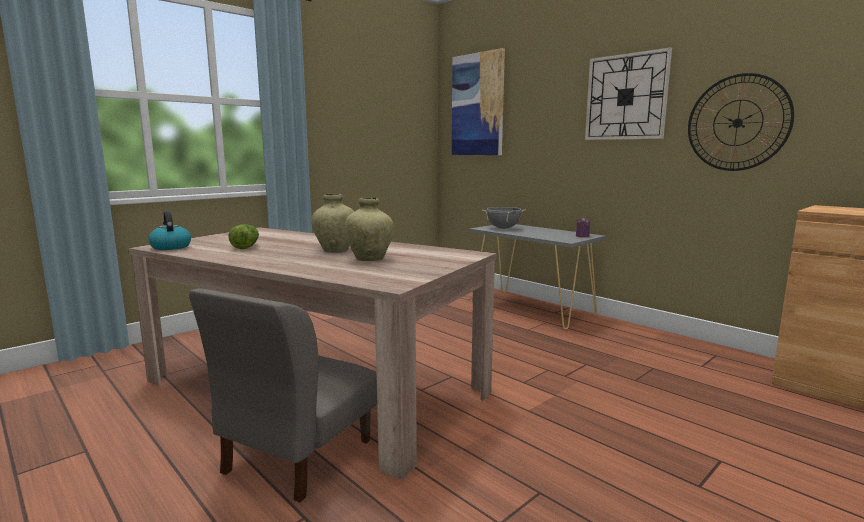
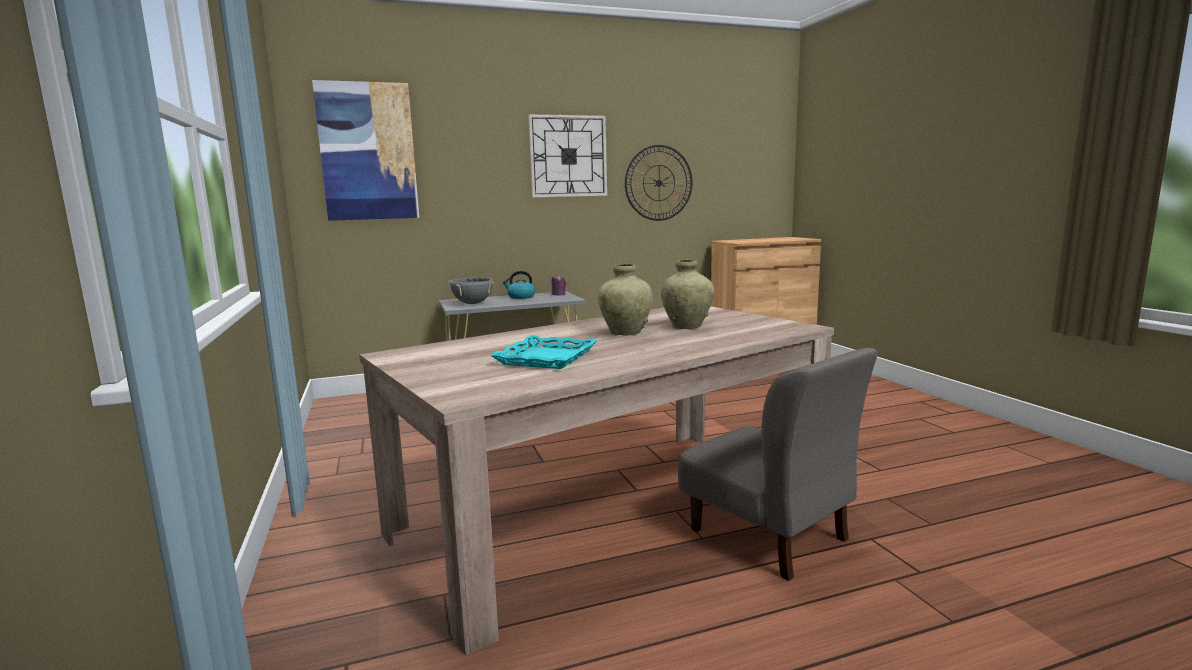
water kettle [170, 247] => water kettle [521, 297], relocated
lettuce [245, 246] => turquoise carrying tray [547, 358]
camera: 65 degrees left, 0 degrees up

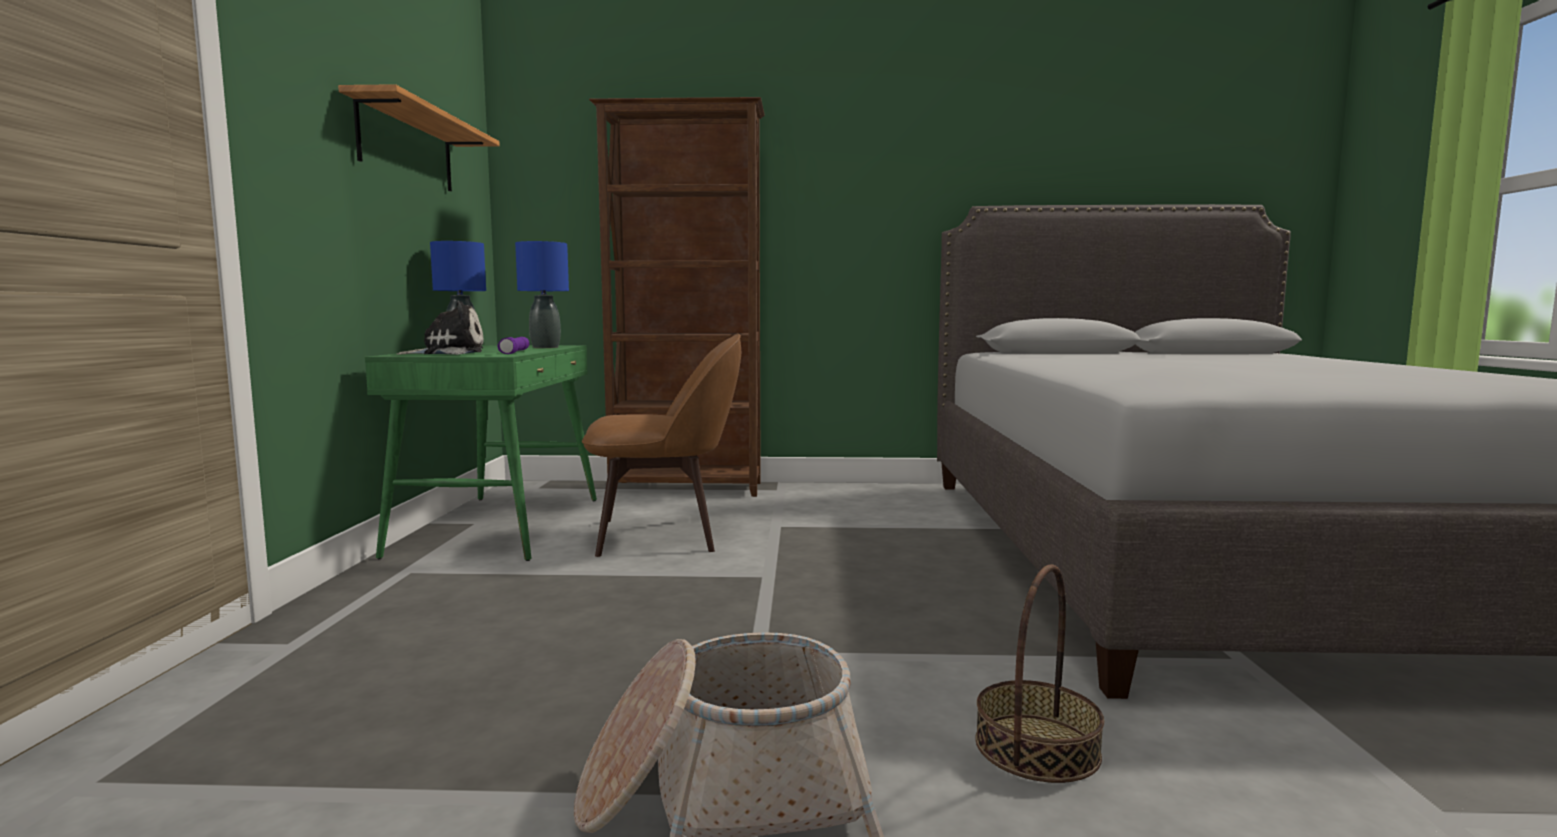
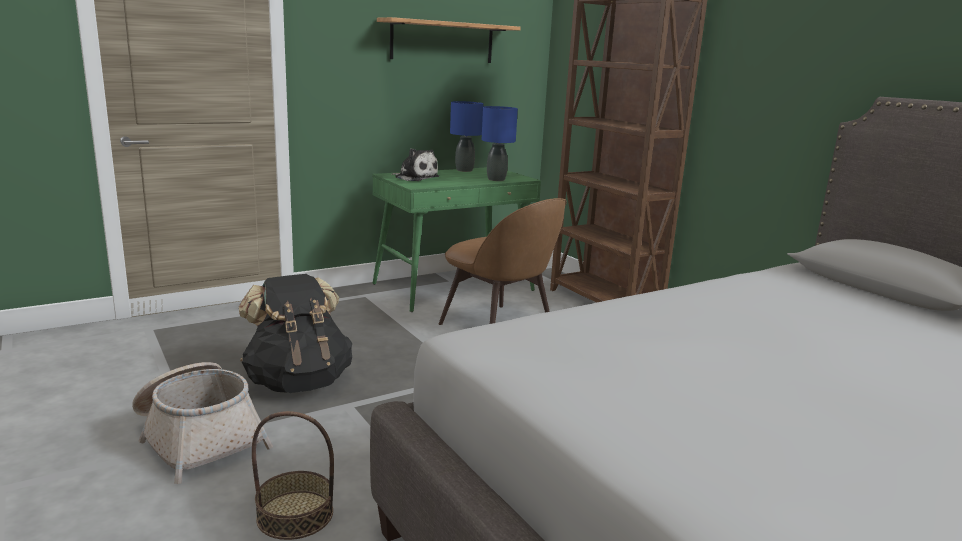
purplish flashlight [515, 352] => nothing
nothing => black-coloured backpack [298, 382]
camera: 55 degrees right, 10 degrees up

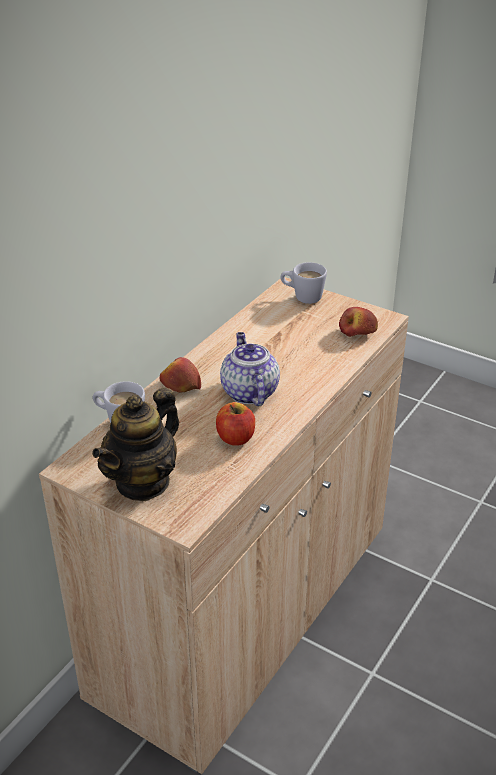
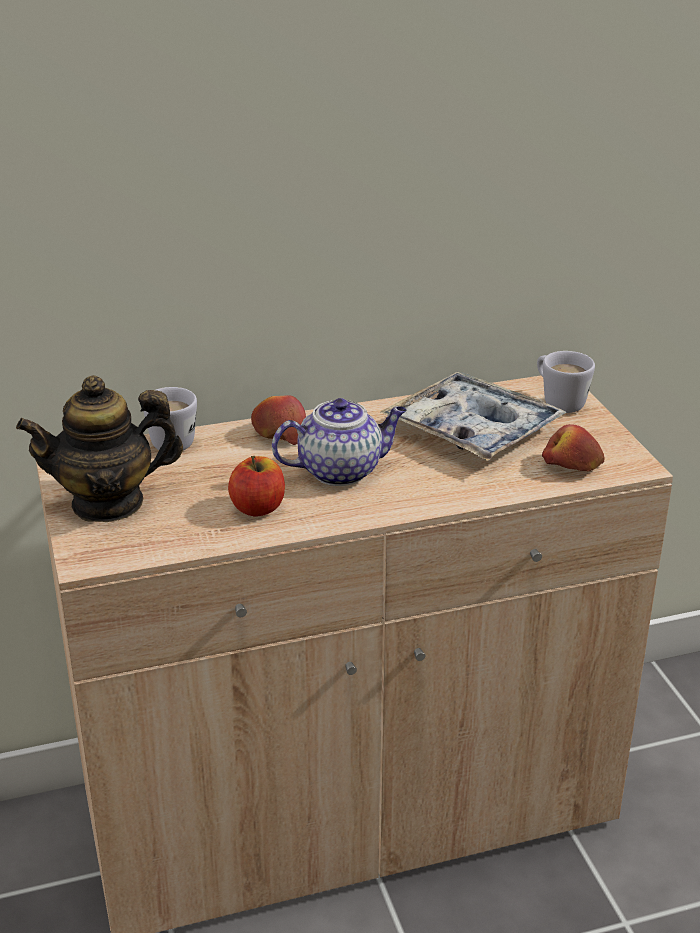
tea pot [248, 392] => tea pot [341, 470], 45 degrees clockwise
nothing => carrying tray [472, 430]
camera: 40 degrees right, 5 degrees down

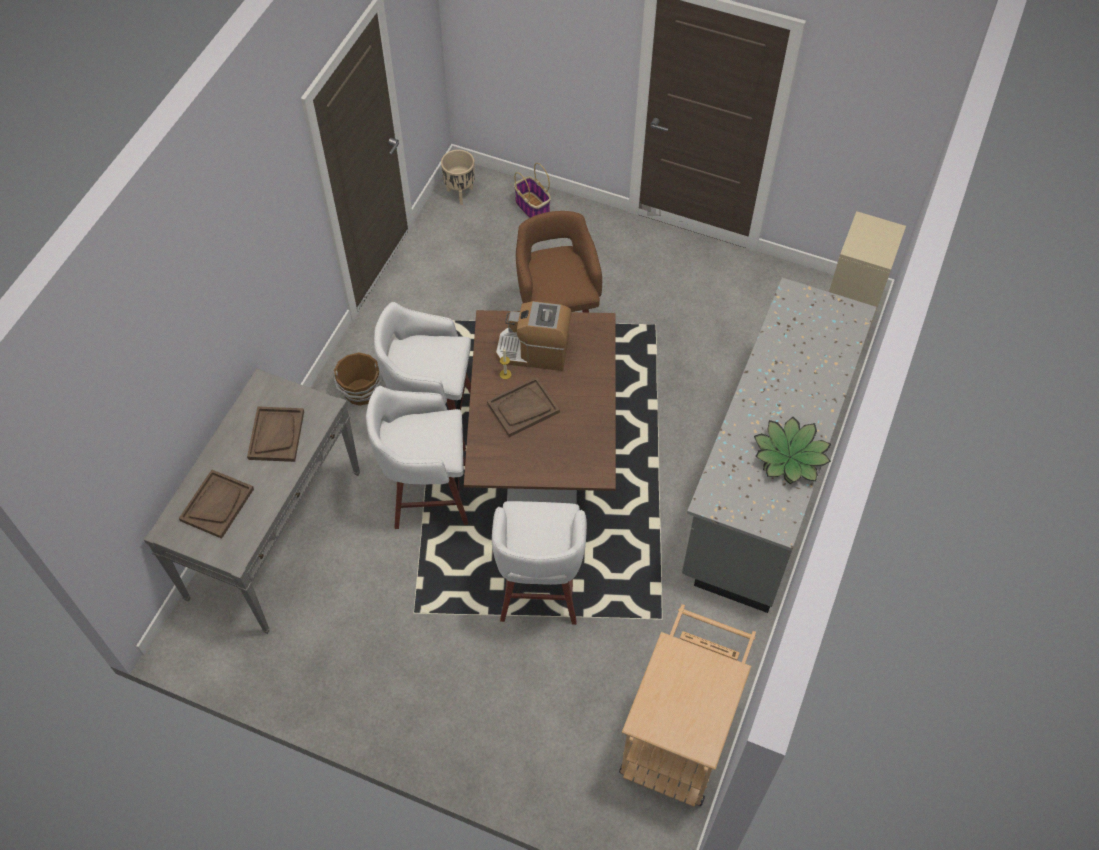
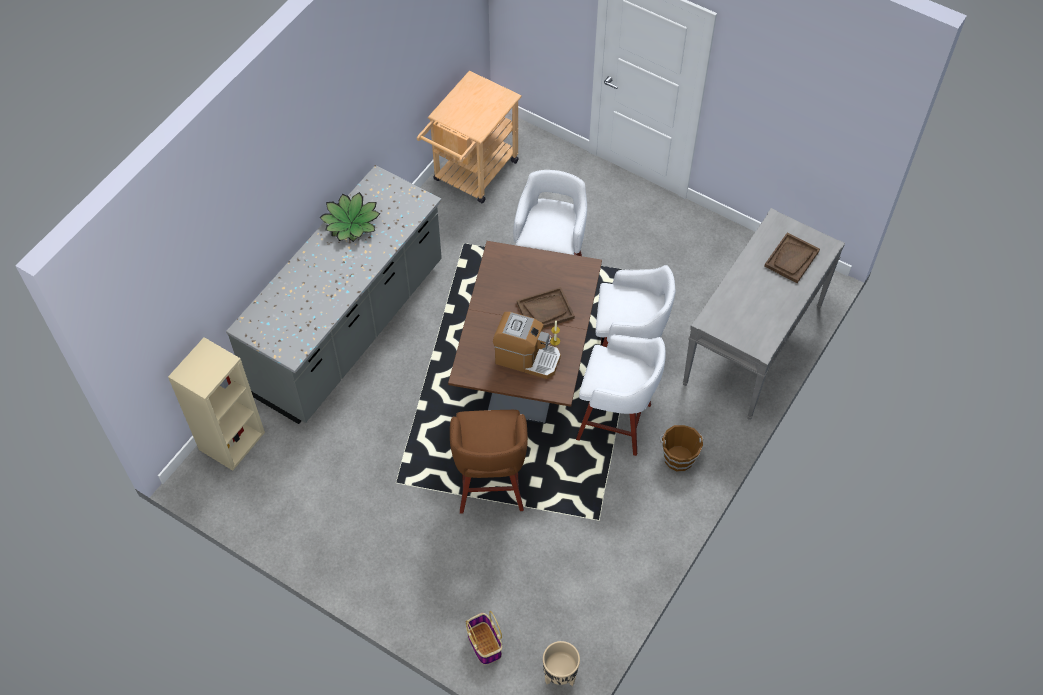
brown-coloured carrying tray [276, 435] => nothing
camera: 170 degrees left, 0 degrees up

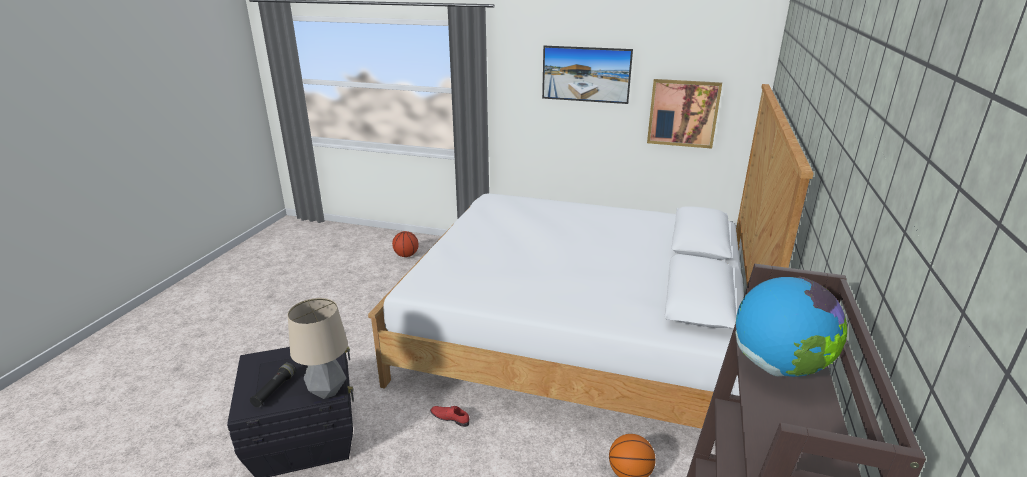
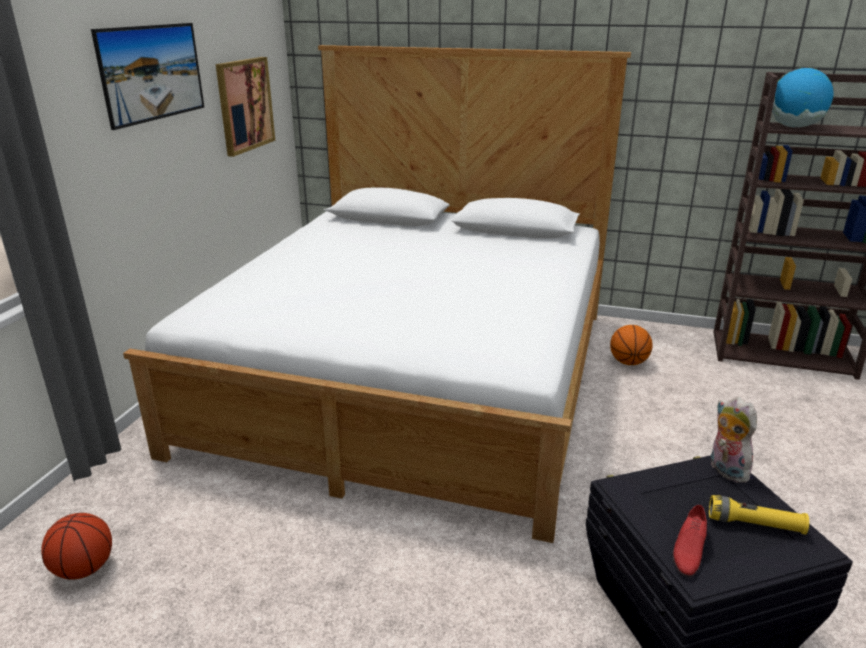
black-coloured flashlight [274, 390] => yellowish flashlight [755, 524]
table lamp [327, 391] => cuddly toy [725, 470]
red low shoe [450, 417] => red low shoe [688, 549], relocated
camera: 90 degrees left, 0 degrees up

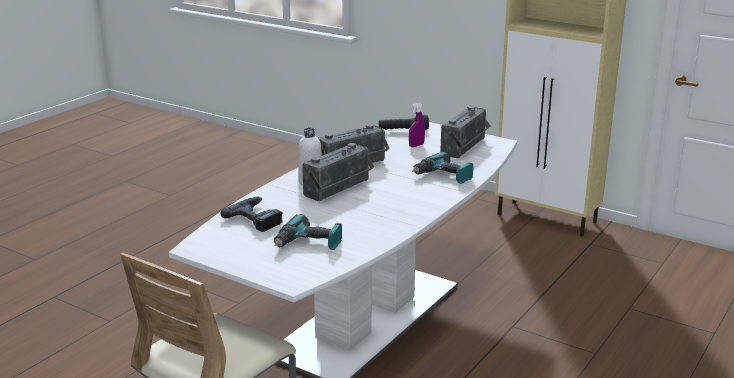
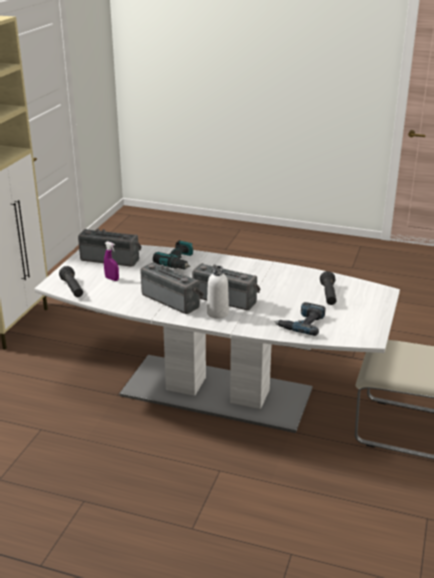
drill [308, 244] => black-coloured flashlight [328, 295]
camera: 105 degrees left, 5 degrees up

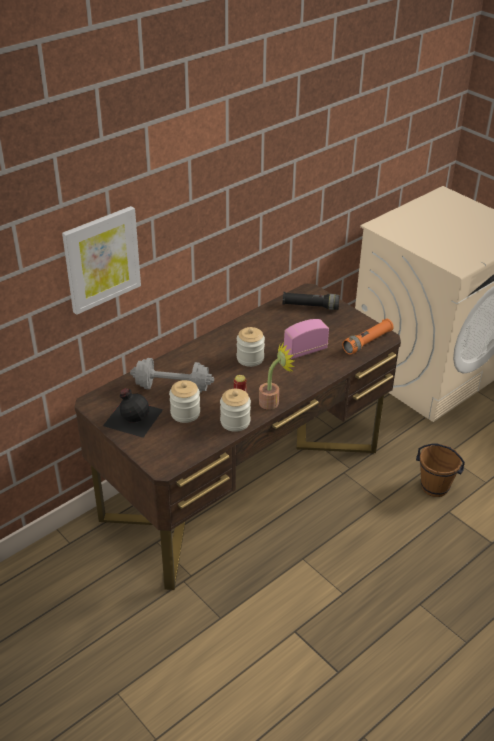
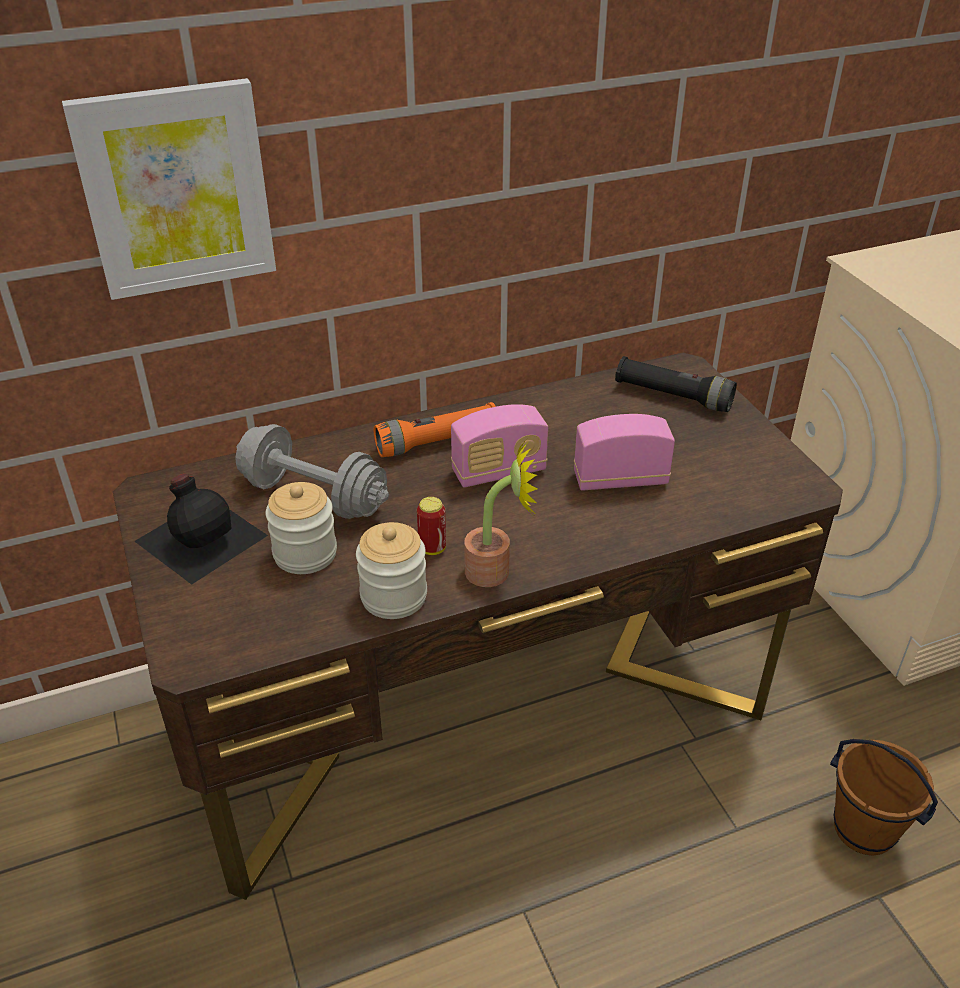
preserve jar [250, 358] => radio receiver [499, 472]
orange flashlight [367, 342] => orange flashlight [437, 442], relocated
camera: 20 degrees right, 0 degrees up

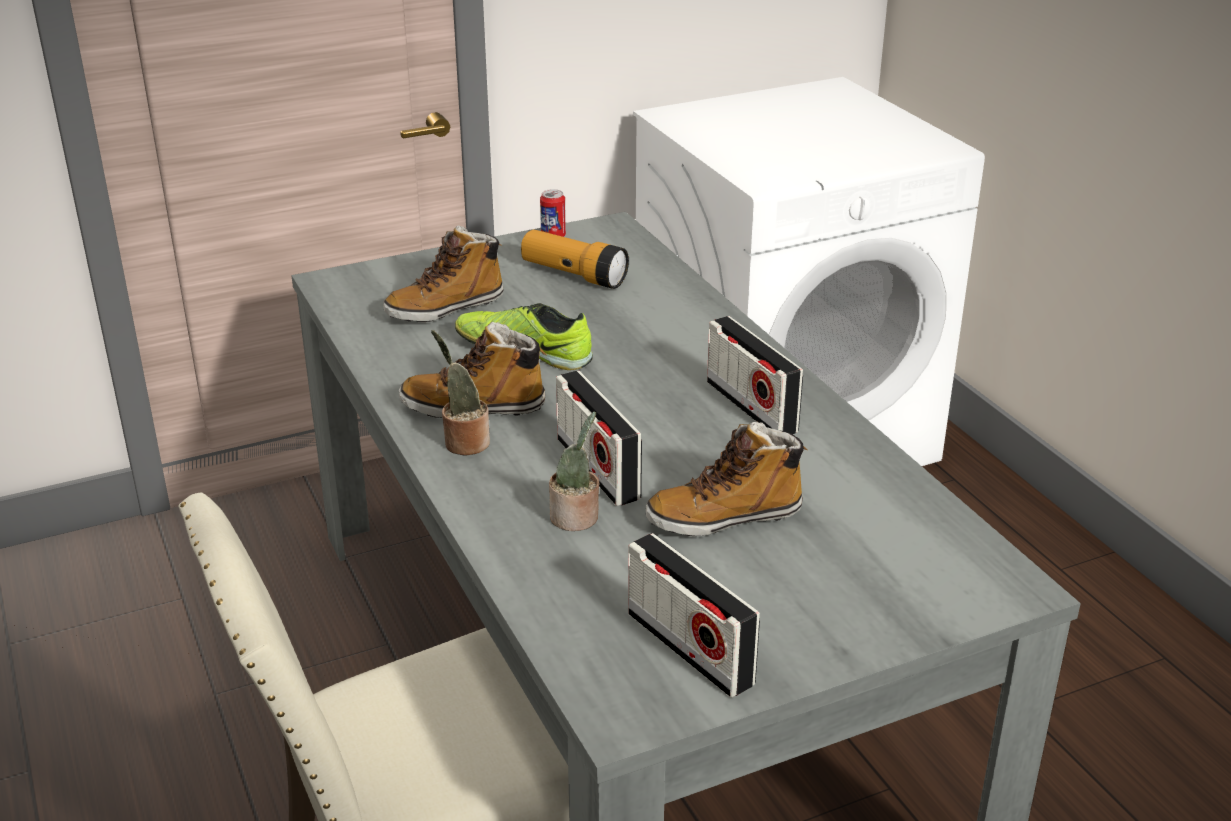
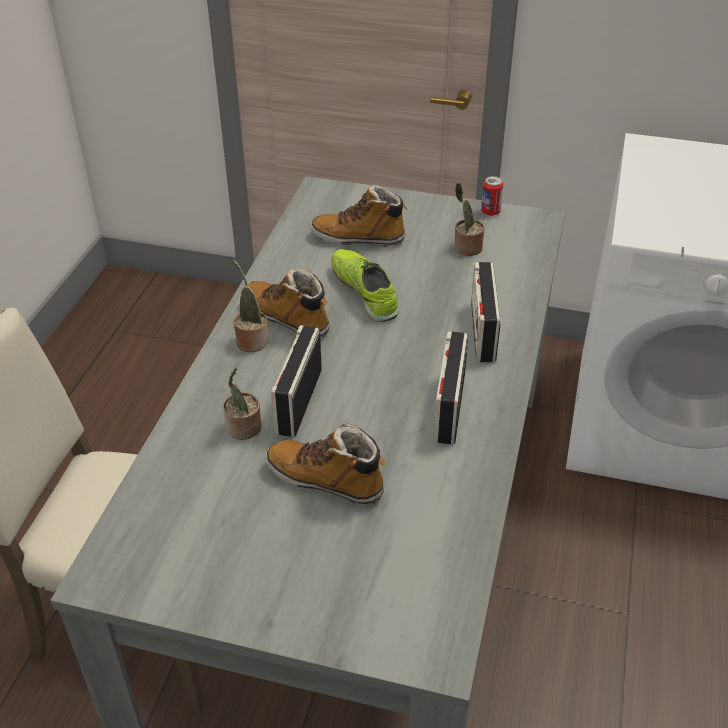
flashlight [574, 275] => potted plant [466, 248]
radio receiver [689, 649] => radio receiver [482, 332], relocated
camera: 40 degrees right, 10 degrees up

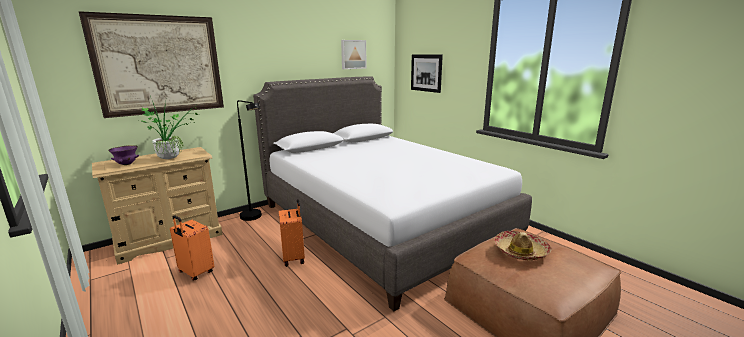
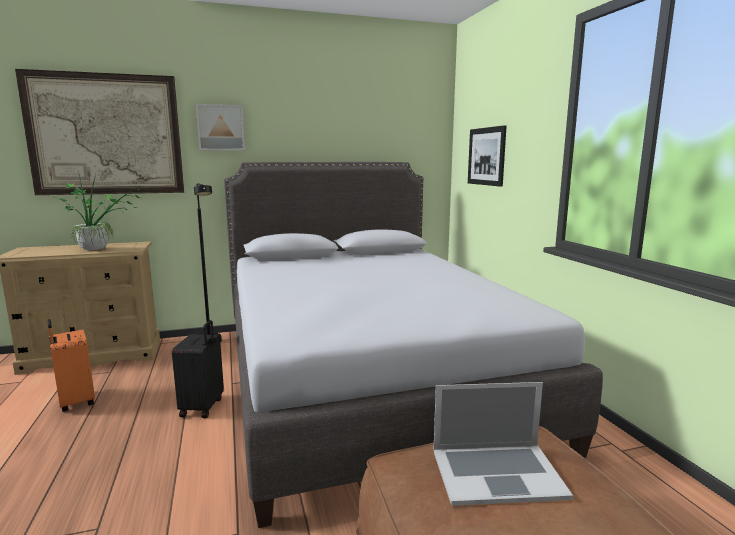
purplish bowl [127, 164] => nothing
orange travel case [294, 258] => black-coloured travel case [203, 407]
wall picture [353, 54] => wall picture [220, 128], relocated
clothing hat [520, 251] => portable computer [497, 472]
camera: 20 degrees right, 5 degrees down

